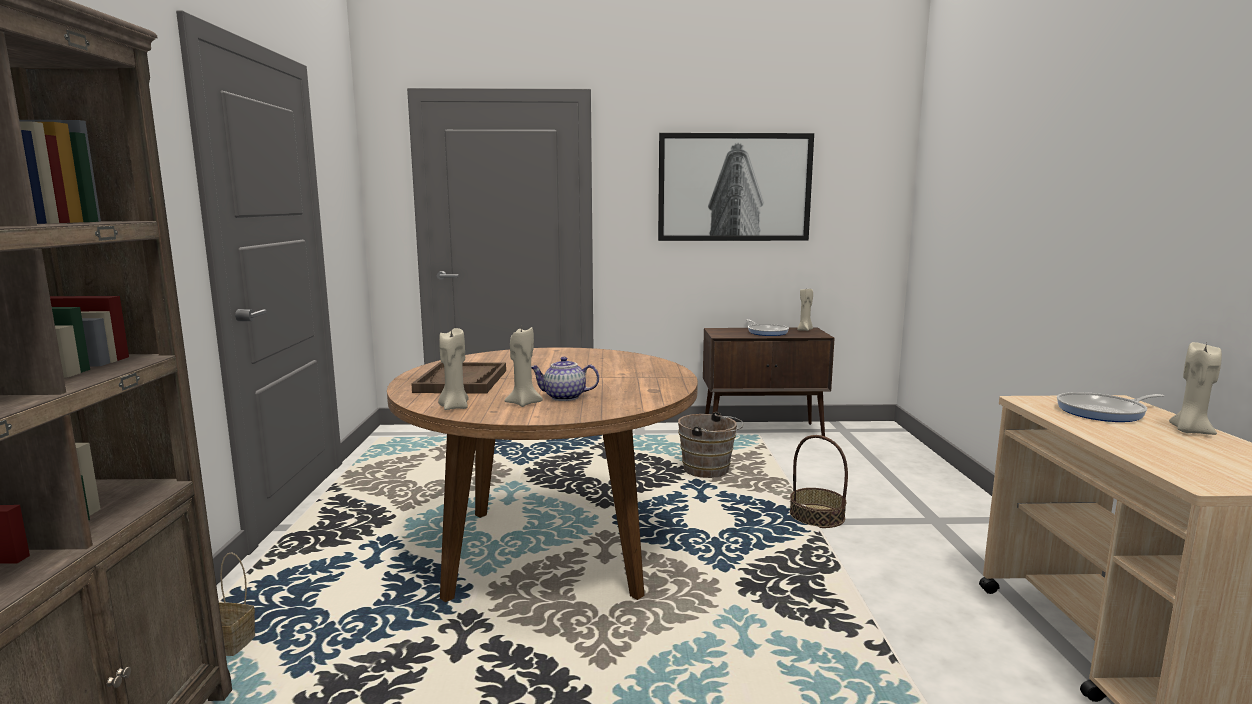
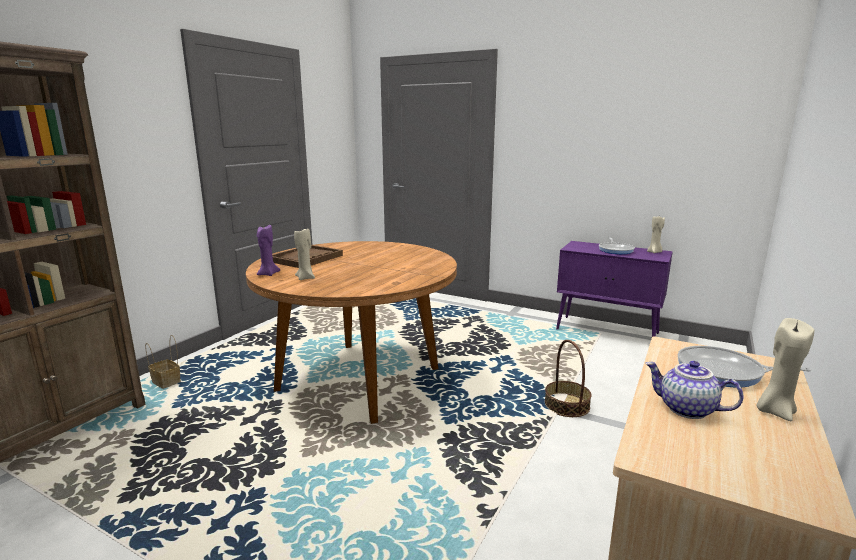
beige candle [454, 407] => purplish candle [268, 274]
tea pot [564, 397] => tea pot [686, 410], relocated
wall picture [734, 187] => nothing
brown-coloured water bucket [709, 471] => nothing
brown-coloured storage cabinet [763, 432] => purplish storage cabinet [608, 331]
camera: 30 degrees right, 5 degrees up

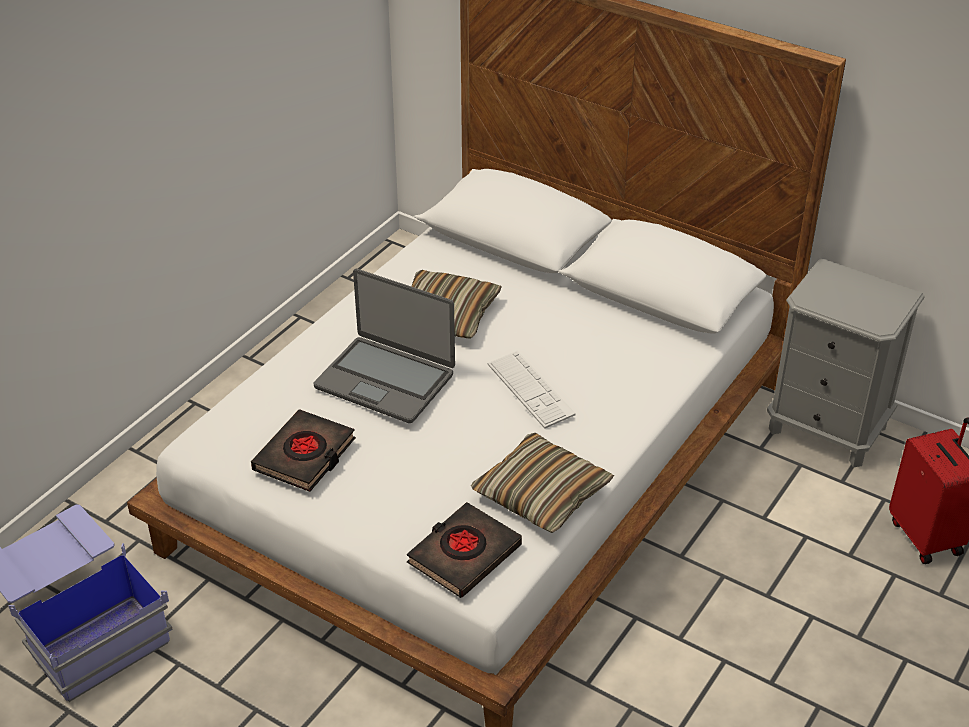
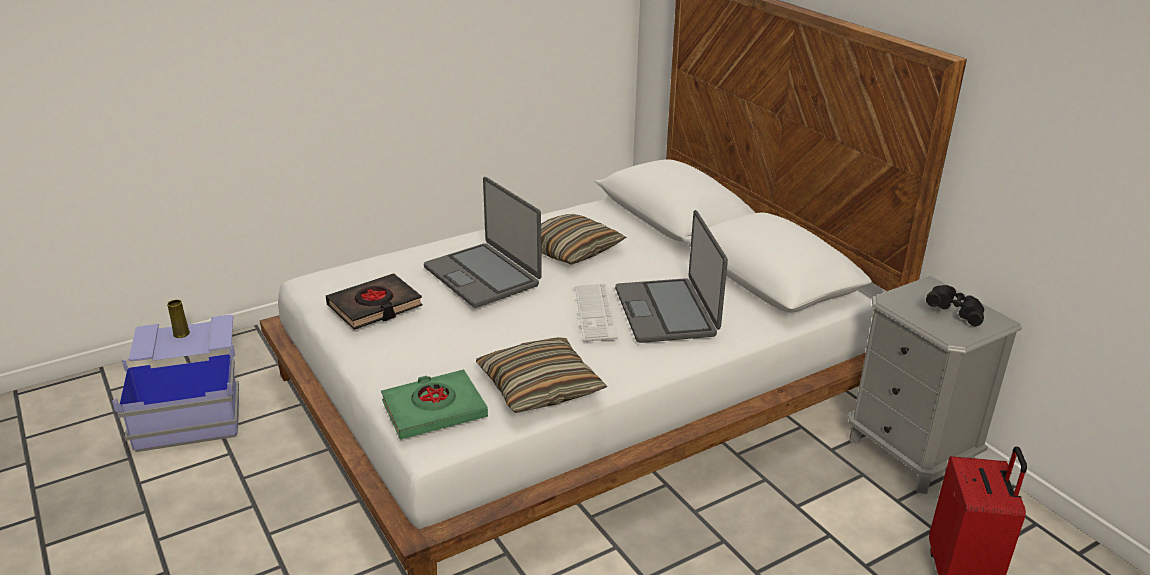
black-coloured book [464, 554] => greenish book [434, 410]
nothing => yellowish decorative vase [181, 334]
nothing => portable computer [667, 312]
nothing => black-coloured binoculars [954, 313]
camera: 25 degrees right, 10 degrees down

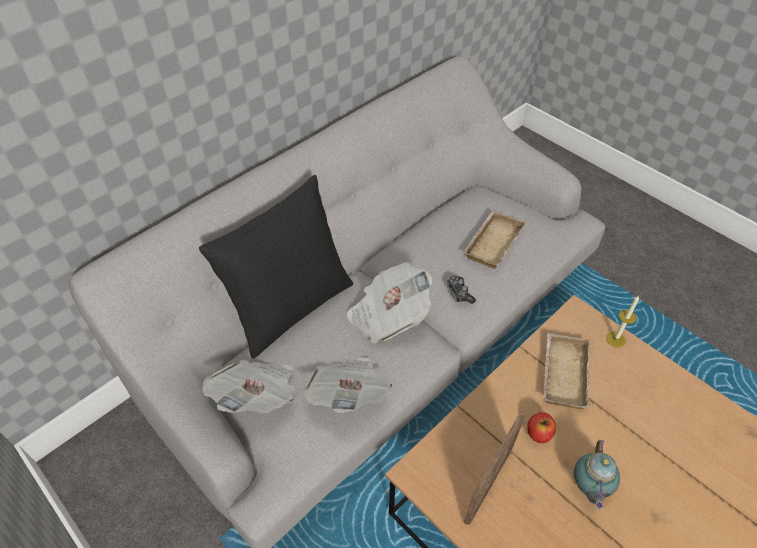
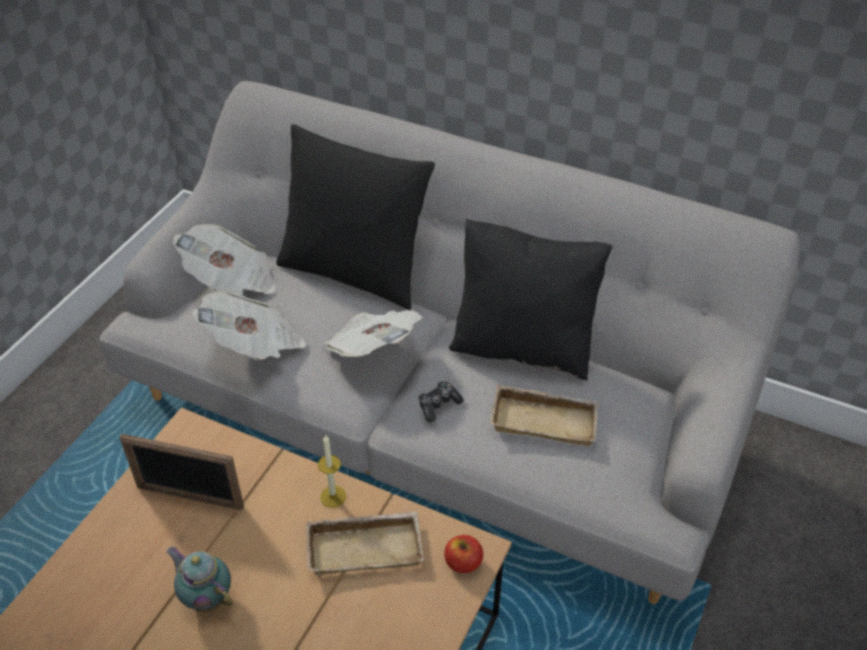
whole apple [538, 433] => whole apple [463, 563], relocated
tea pot [589, 487] => tea pot [206, 597], 45 degrees clockwise
candle [615, 339] => candle [333, 496], relocated
nothing => black-coloured cushion [523, 346]
camera: 70 degrees right, 5 degrees down

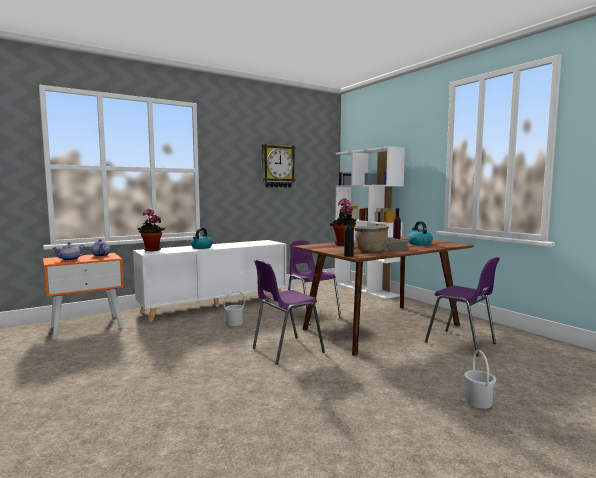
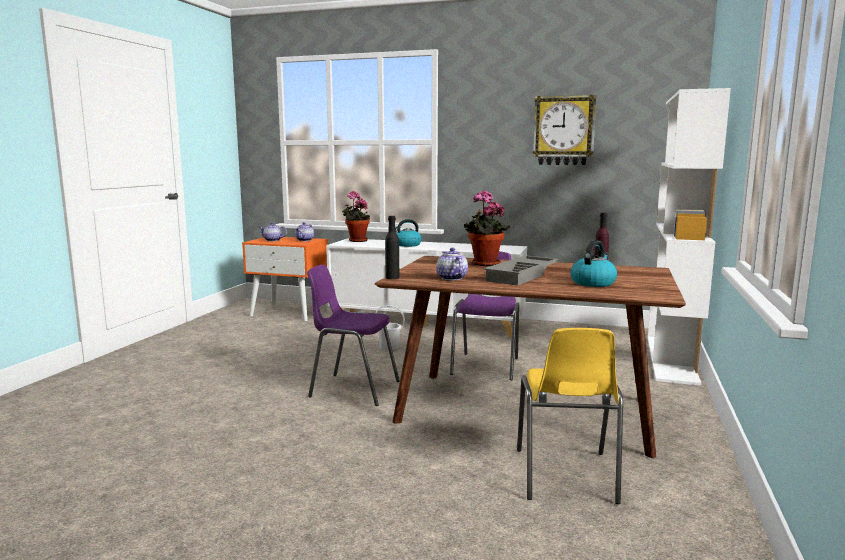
brown-coloured stockpot [370, 251] => tea pot [451, 278]
purplish upright chair [462, 343] => yellowish upright chair [565, 477]
white-coloured water bucket [479, 402] => nothing
camera: 50 degrees right, 5 degrees up

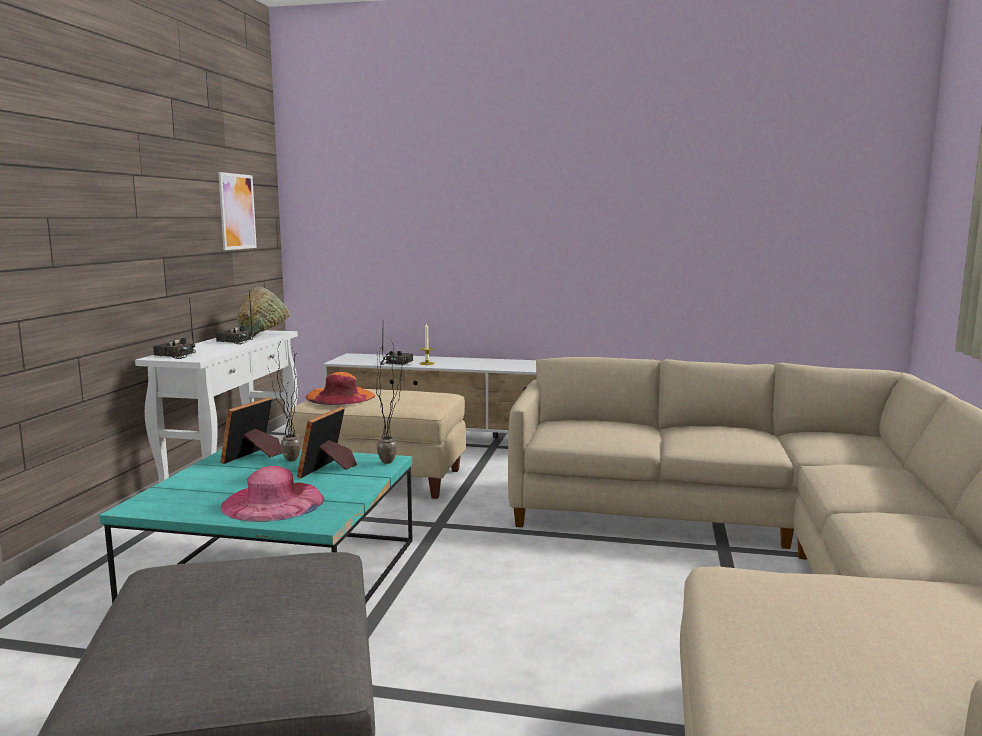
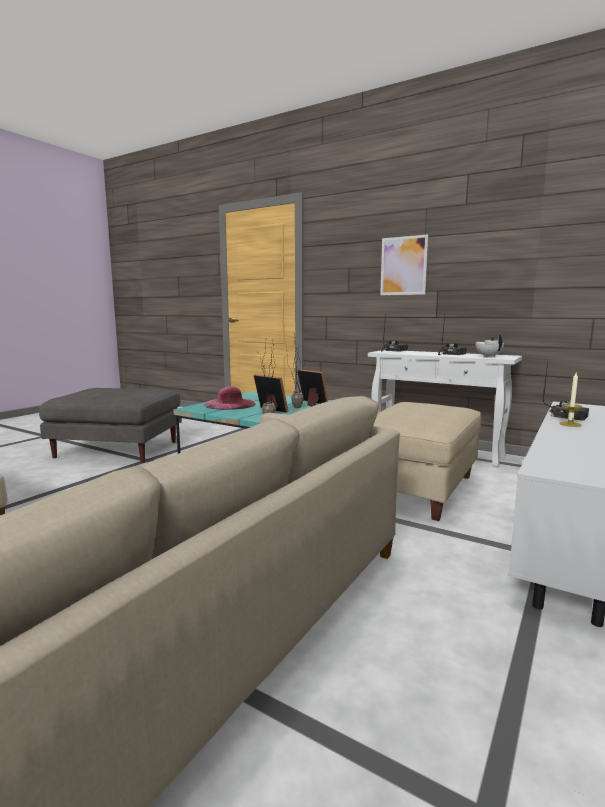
wall picture [237, 211] => wall picture [403, 266], relocated
greenish bowl [264, 335] => white-coloured tea pot [488, 356]
orange clothing hat [340, 396] => nothing
camera: 110 degrees right, 0 degrees up

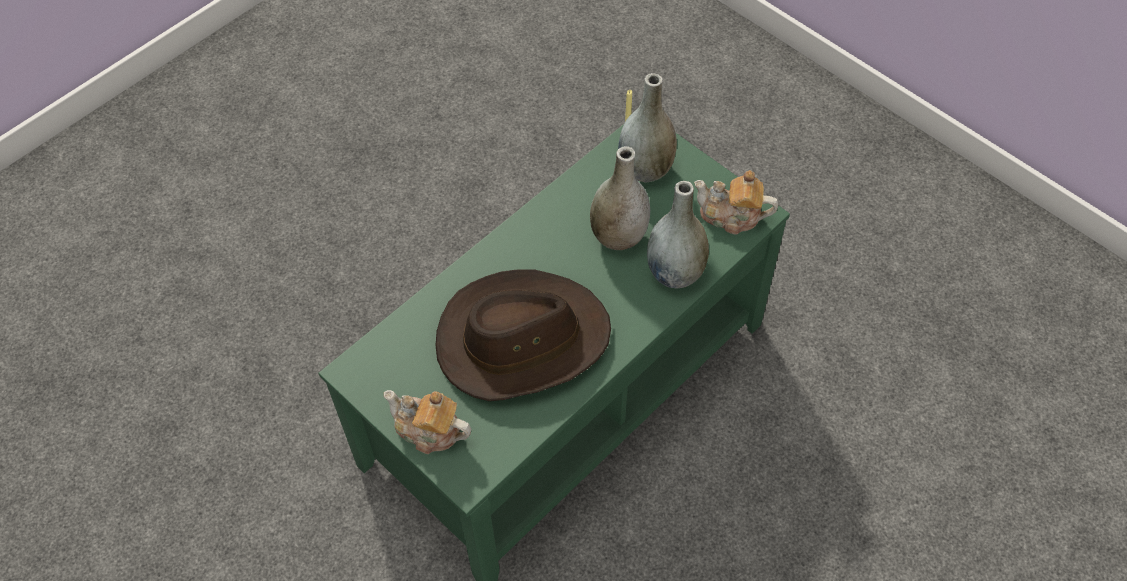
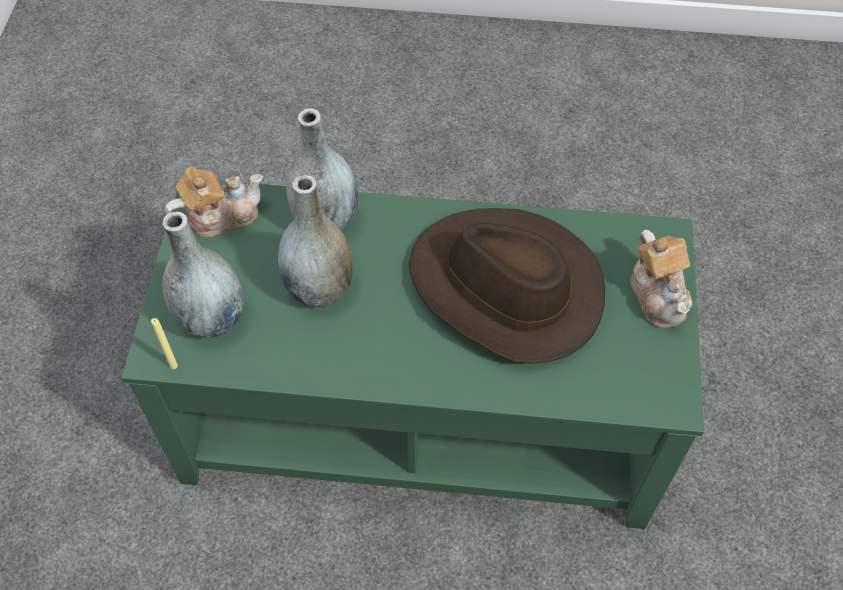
tea pot [731, 216] => tea pot [220, 216], 90 degrees counterclockwise
camera: 130 degrees left, 0 degrees up

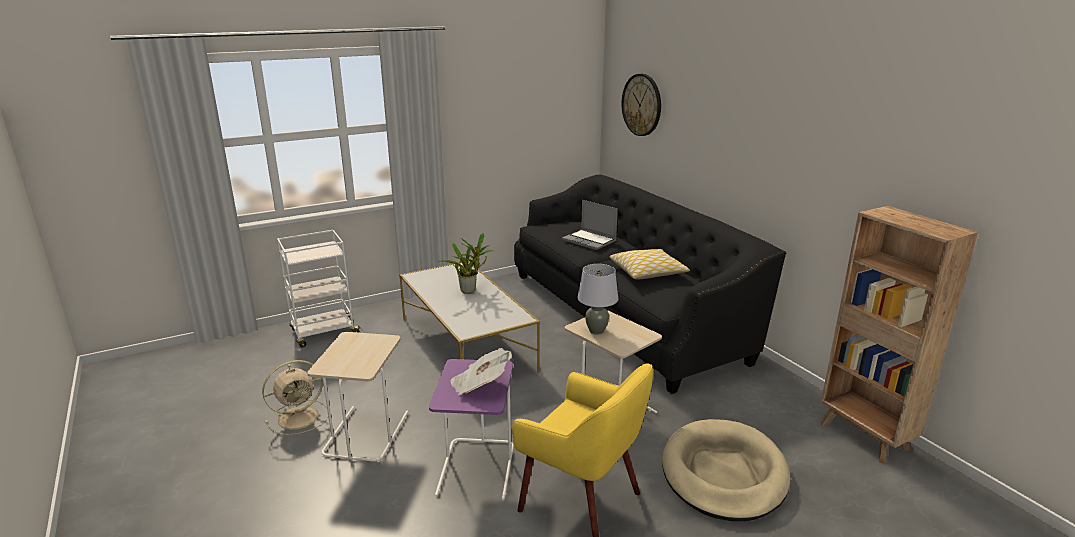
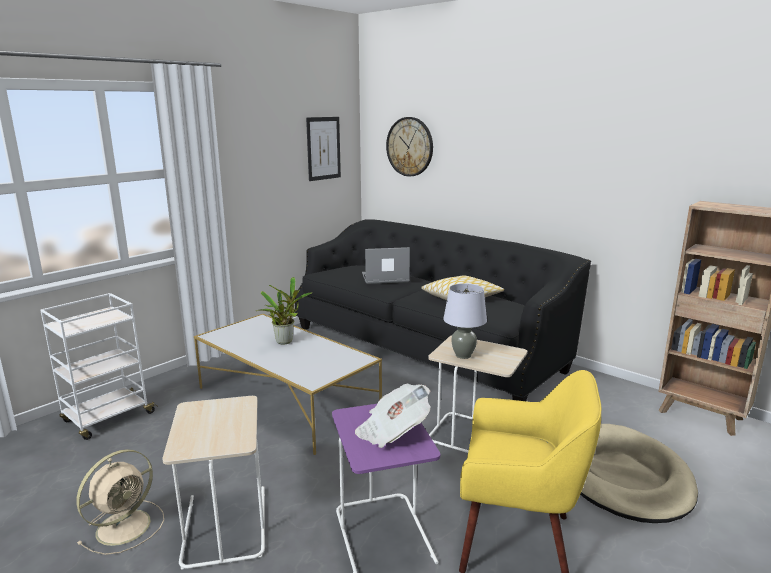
portable computer [590, 241] => portable computer [384, 278], 150 degrees clockwise
nothing => wall picture [323, 148]
camera: 20 degrees left, 5 degrees down

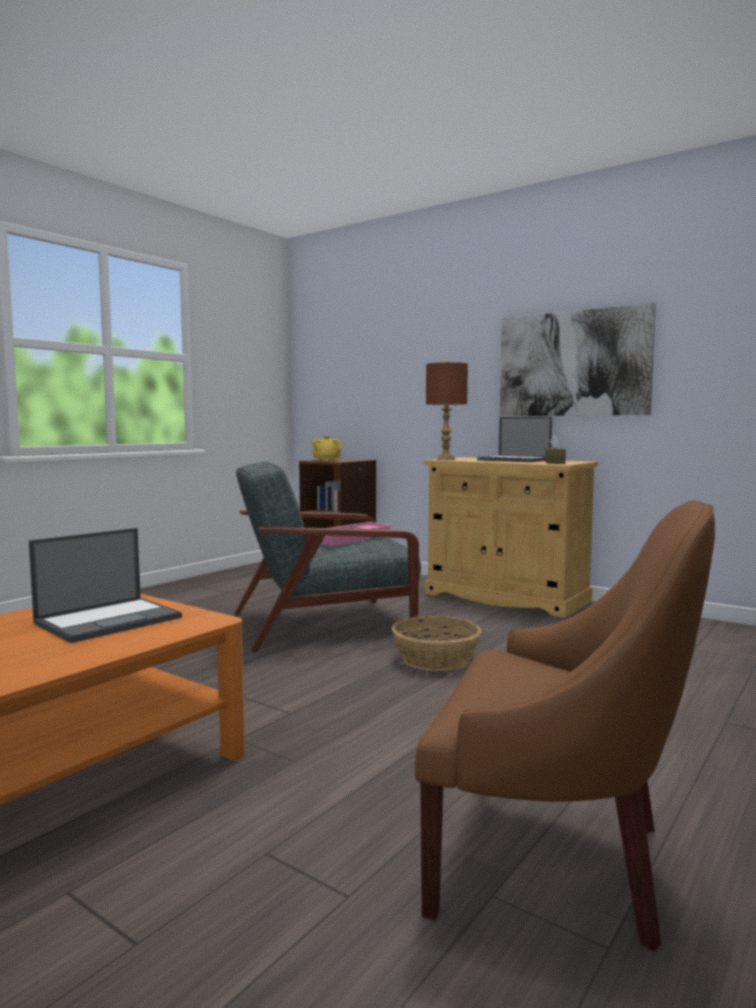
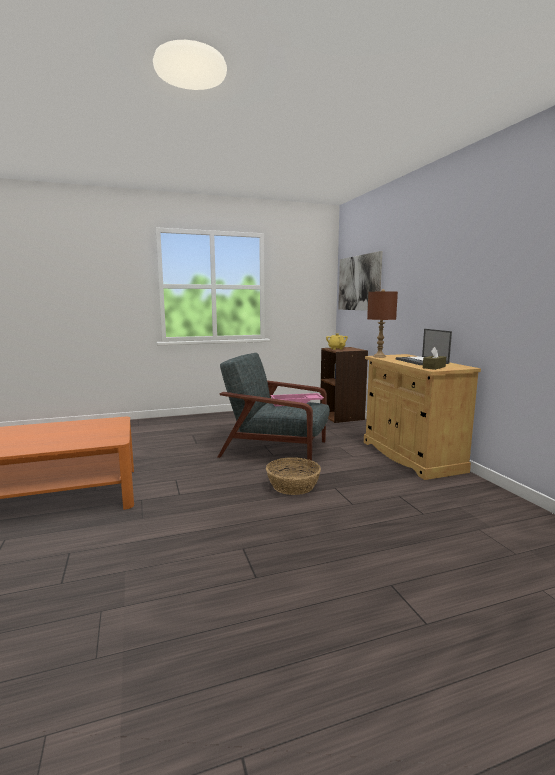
portable computer [110, 620] => nothing
brown-coloured armchair [555, 859] => nothing
wall picture [572, 364] => wall picture [359, 283], relocated
camera: 35 degrees right, 5 degrees up

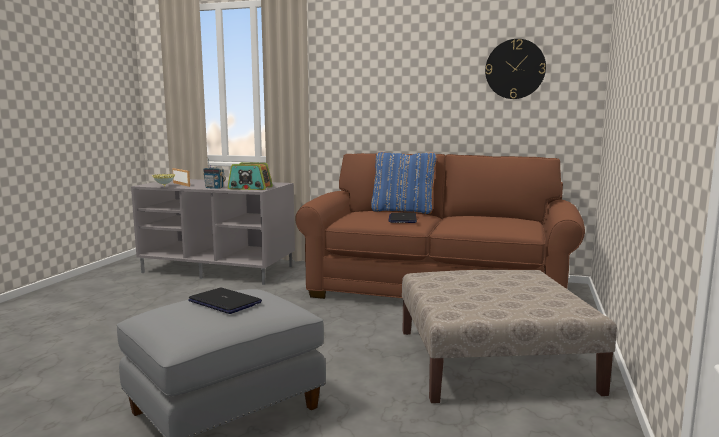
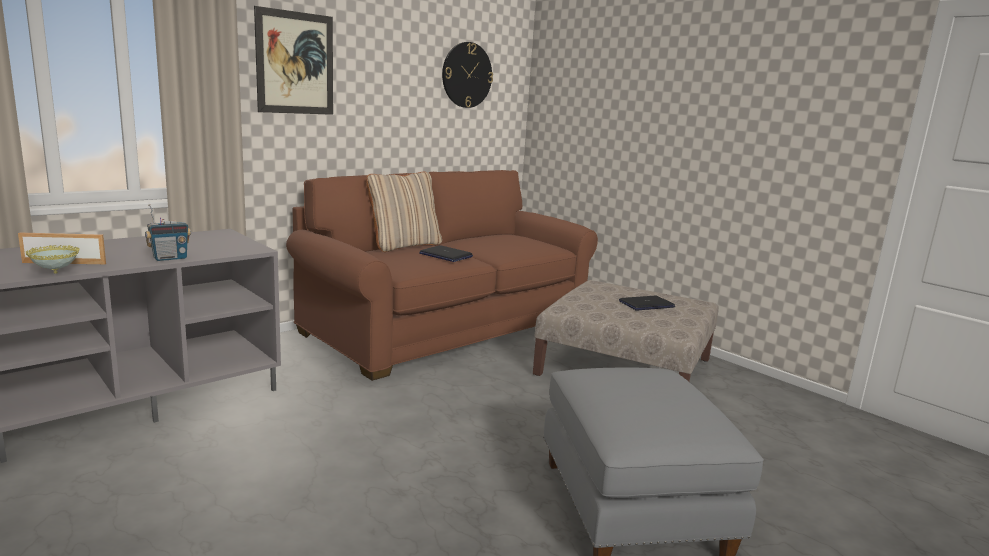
portable computer [225, 302] => portable computer [646, 304], relocated
radio receiver [250, 188] => nothing
blue-coloured cushion [403, 211] => beige cushion [404, 245]
nothing => wall picture [295, 63]
camera: 60 degrees left, 5 degrees up

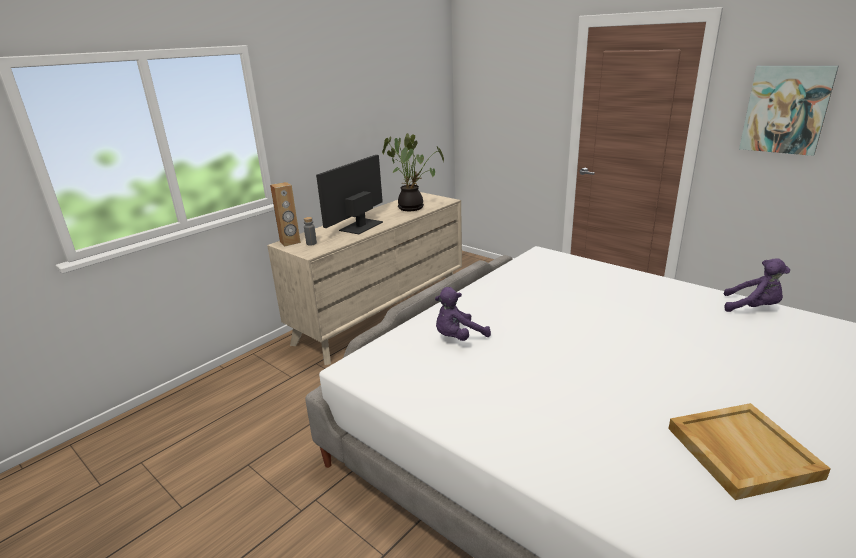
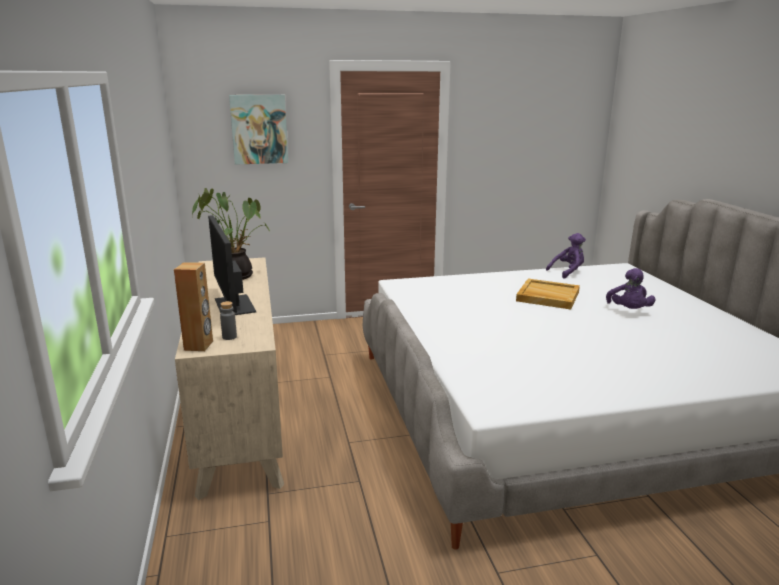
purplish cuddly toy [458, 338] => purplish cuddly toy [628, 311], relocated
beige carrying tray [740, 451] => beige carrying tray [547, 296], relocated
wall picture [786, 109] => wall picture [259, 129], relocated
camera: 55 degrees left, 5 degrees down

